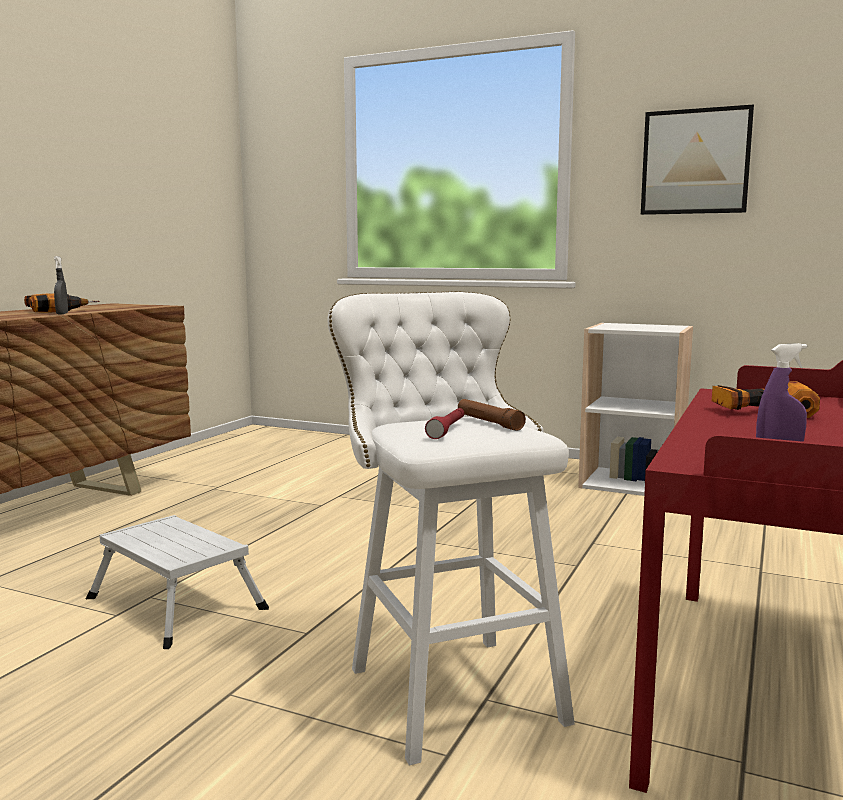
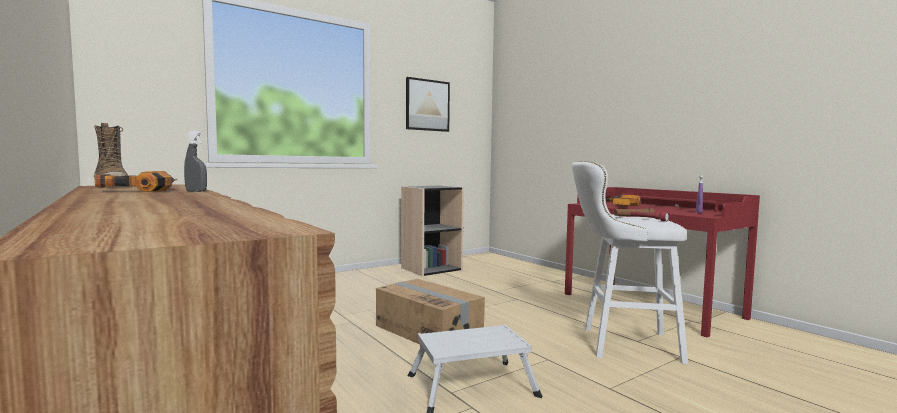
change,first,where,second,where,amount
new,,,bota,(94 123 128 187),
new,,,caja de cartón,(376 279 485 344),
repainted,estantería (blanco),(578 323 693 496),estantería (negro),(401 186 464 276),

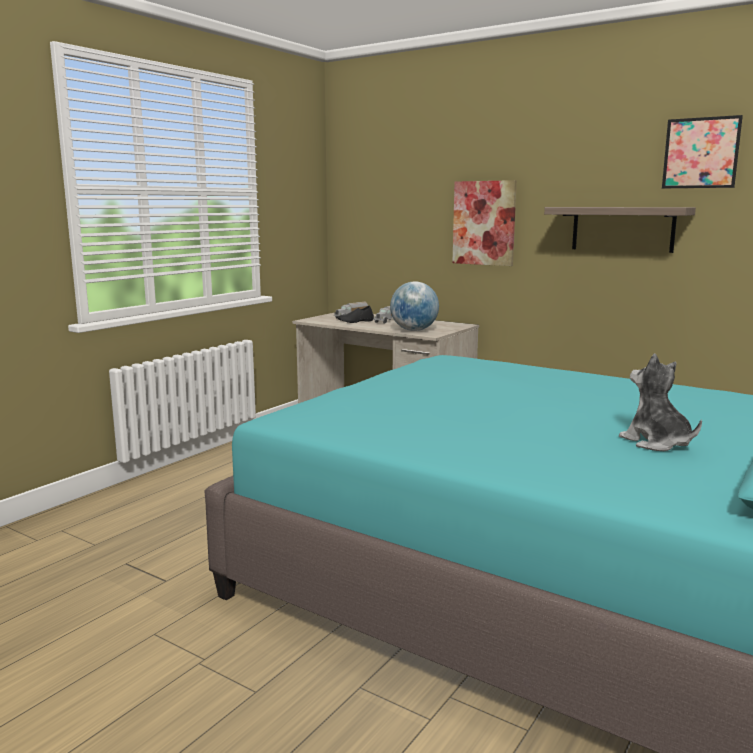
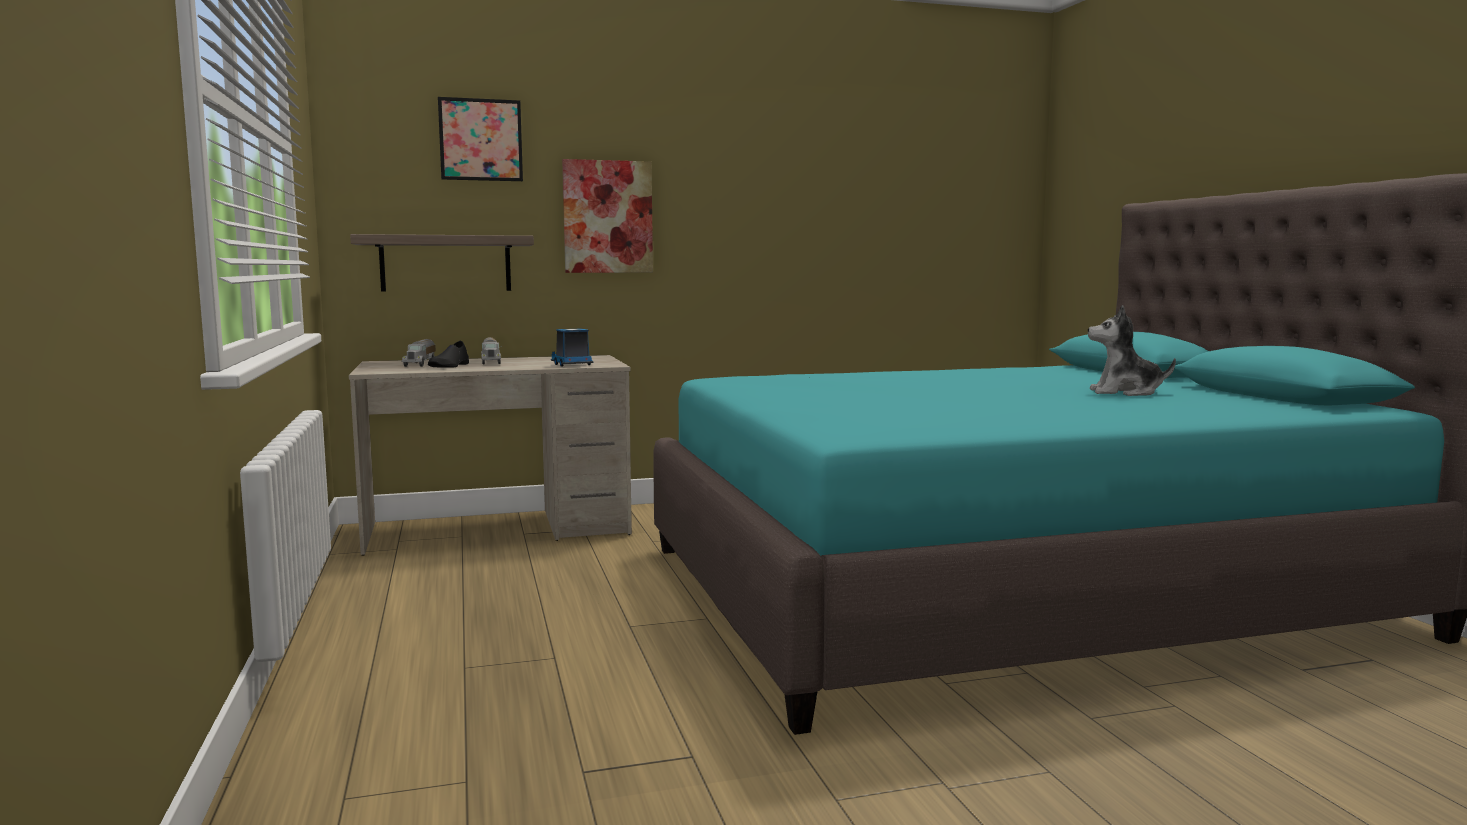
change,first,where,second,where,amount
shifted,estante,(544 207 696 253),,(350 234 534 292),
shifted,cuadro,(662 115 743 188),,(438 97 523 181),
swapped,globo terráqueo,(390 282 439 331),camión de juguete,(551 329 594 367),

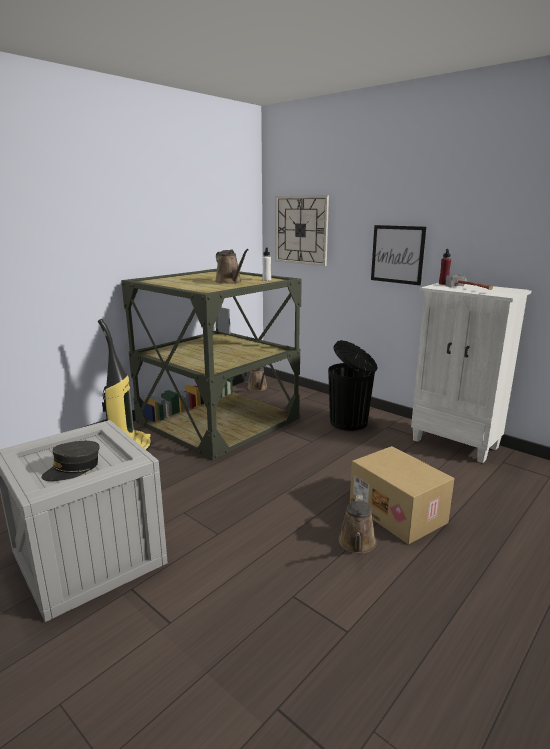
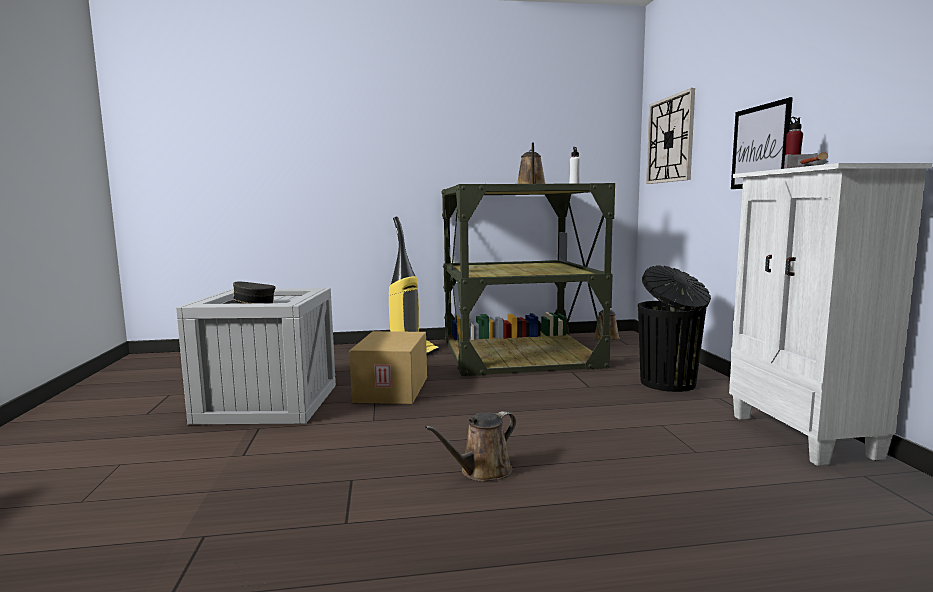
change,first,where,second,where,amount
shifted,caja de cartón,(350 446 454 545),,(349 331 427 404),

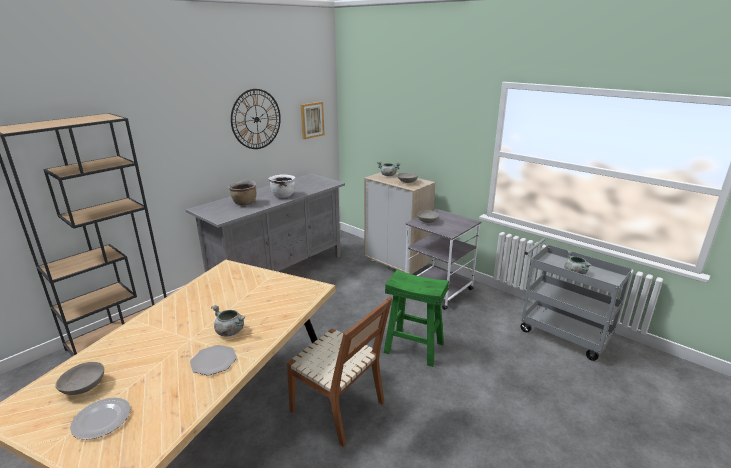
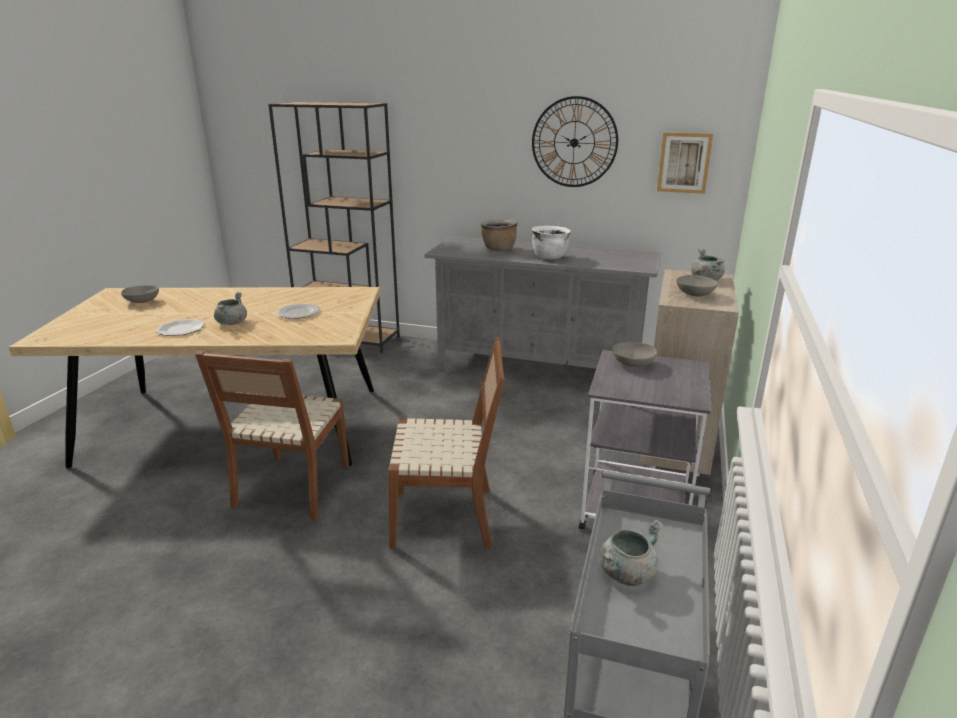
change,first,where,second,where,amount
shifted,plato,(70 397 131 440),,(277 304 320 319),
swapped,taburete (verde),(384 270 449 367),silla,(388 336 505 549),

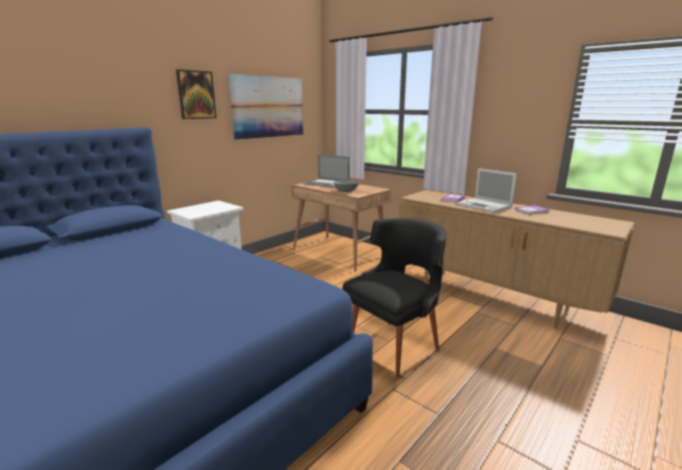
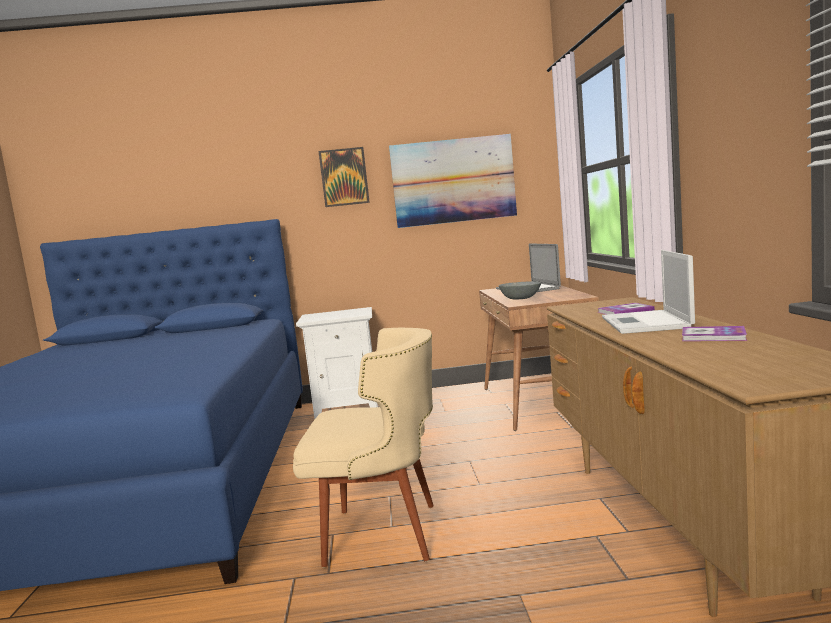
change,first,where,second,where,amount
repainted,silla (negro),(342 218 447 377),silla (beis),(293 328 434 568),

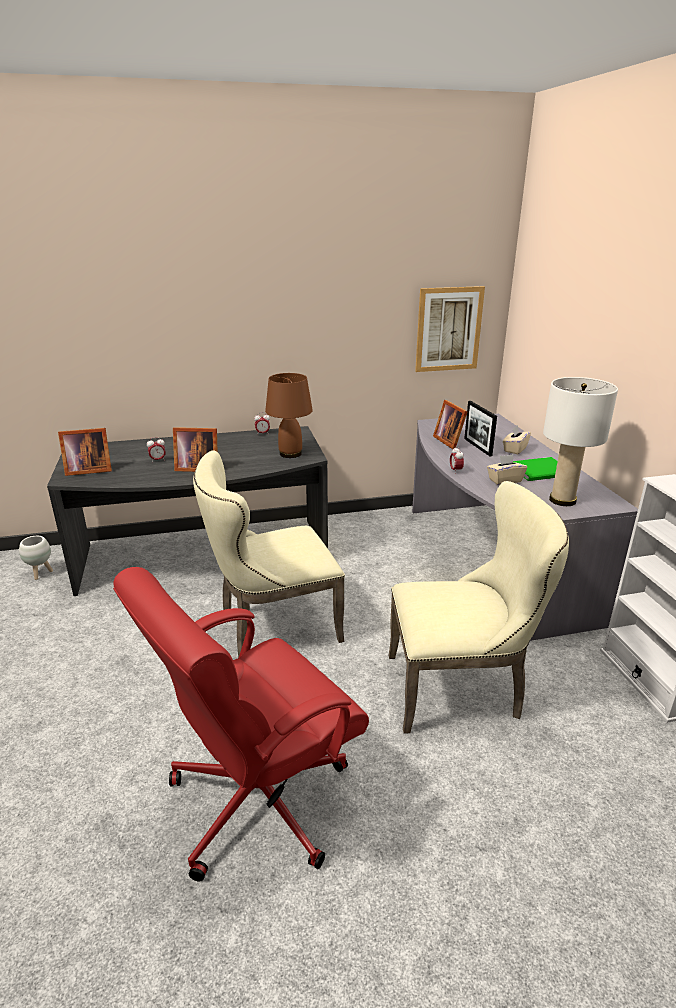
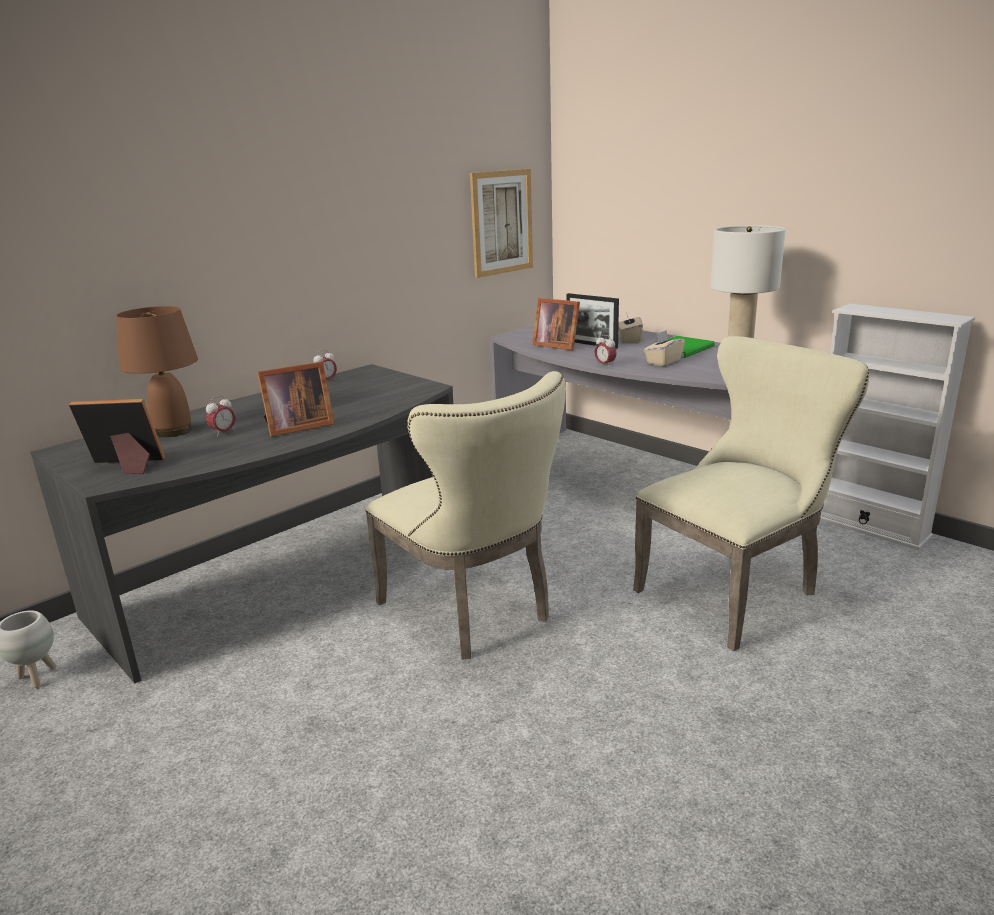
change,first,where,second,where,amount
gone,silla de oficina (rojo),(113 567 369 881),,,
shifted,lámpara de mesa (marrón),(265 373 313 458),,(116 306 198 437),
rotated,portarretratos,(58 428 112 476),,(69 399 165 474),135 degrees counterclockwise
rotated,silla (beis),(193 450 345 658),,(366 371 566 660),75 degrees counterclockwise

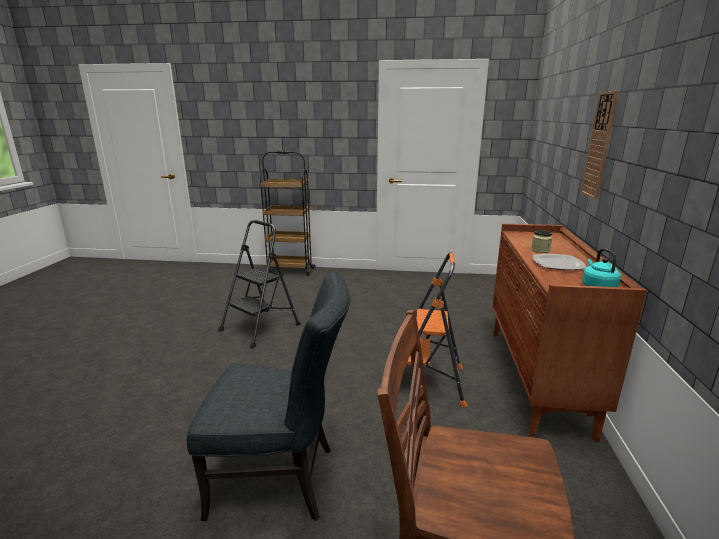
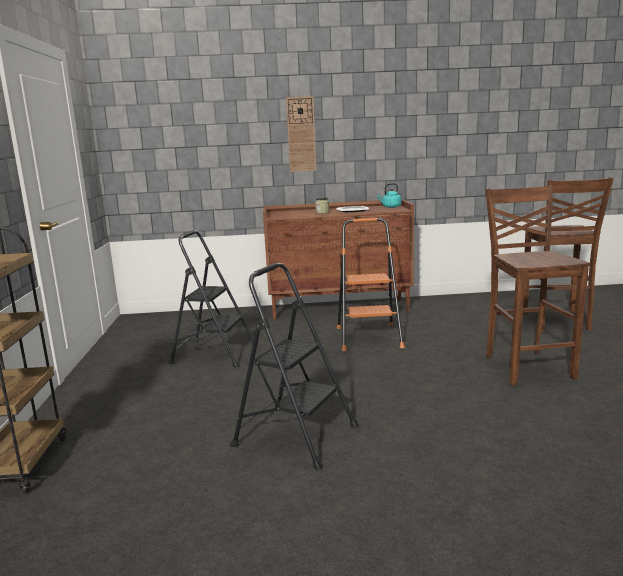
change,first,where,second,where,amount
new,,,escalera de tijera (negro),(168 230 258 368),
swapped,silla (gris),(187 273 351 521),taburete (marrón),(485 185 590 385),

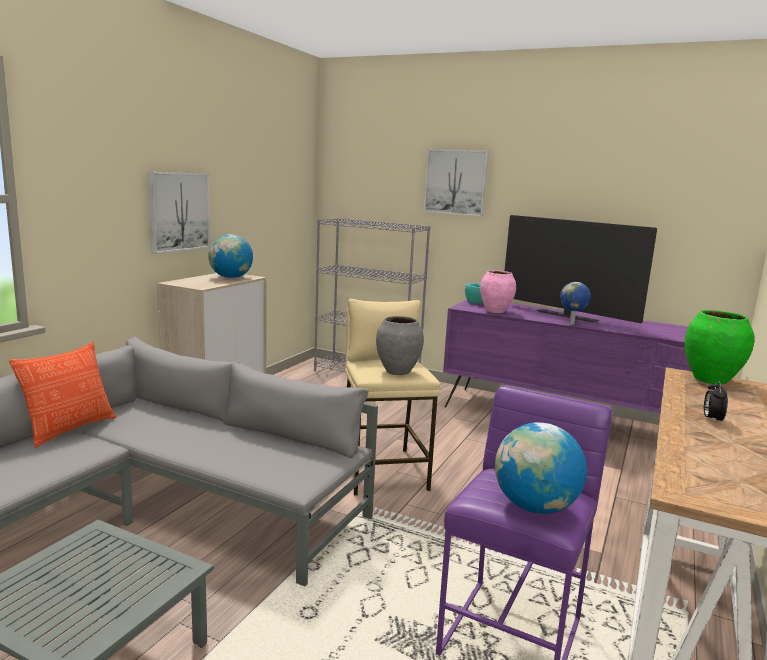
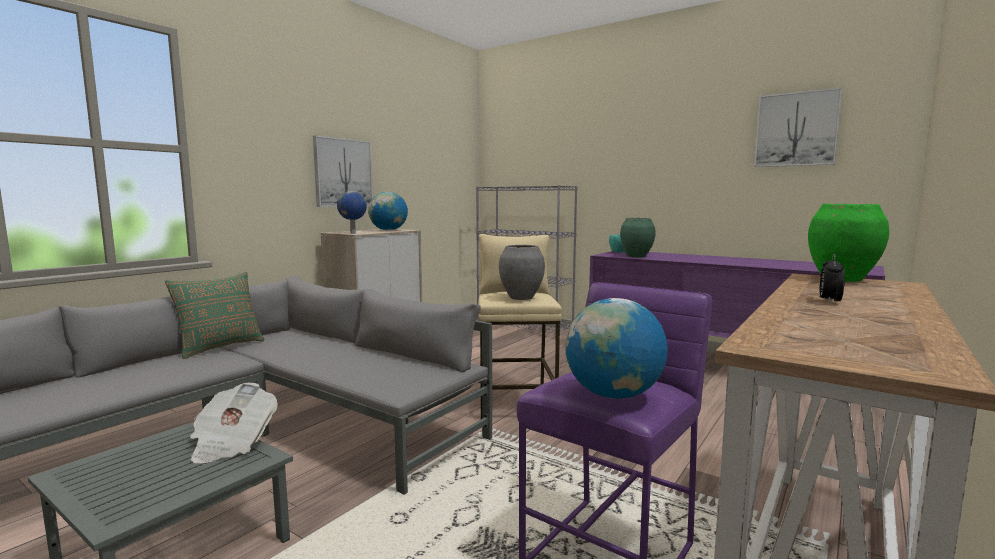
change,first,where,second,where,amount
gone,televisor,(505 215 657 323),,,
new,,,periódico,(190 383 278 463),
shifted,cuadro,(424 149 489 216),,(754 87 843 167),
shifted,globo terráqueo,(560 282 591 325),,(337 191 367 234),
repainted,cojín (naranja),(9 342 116 448),cojín (verde),(165 272 264 359),
repainted,florero (rosa),(480 270 516 313),florero (verde),(620 218 656 257),

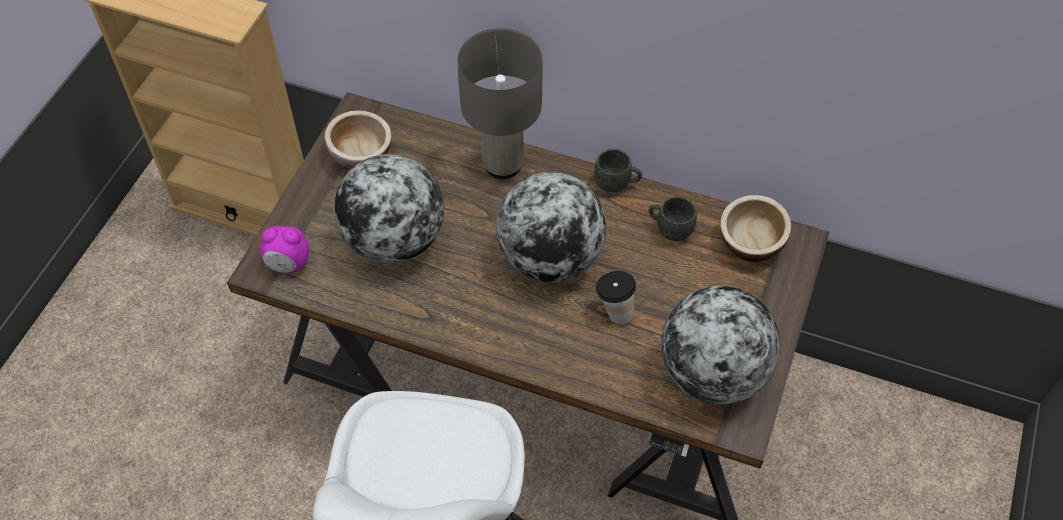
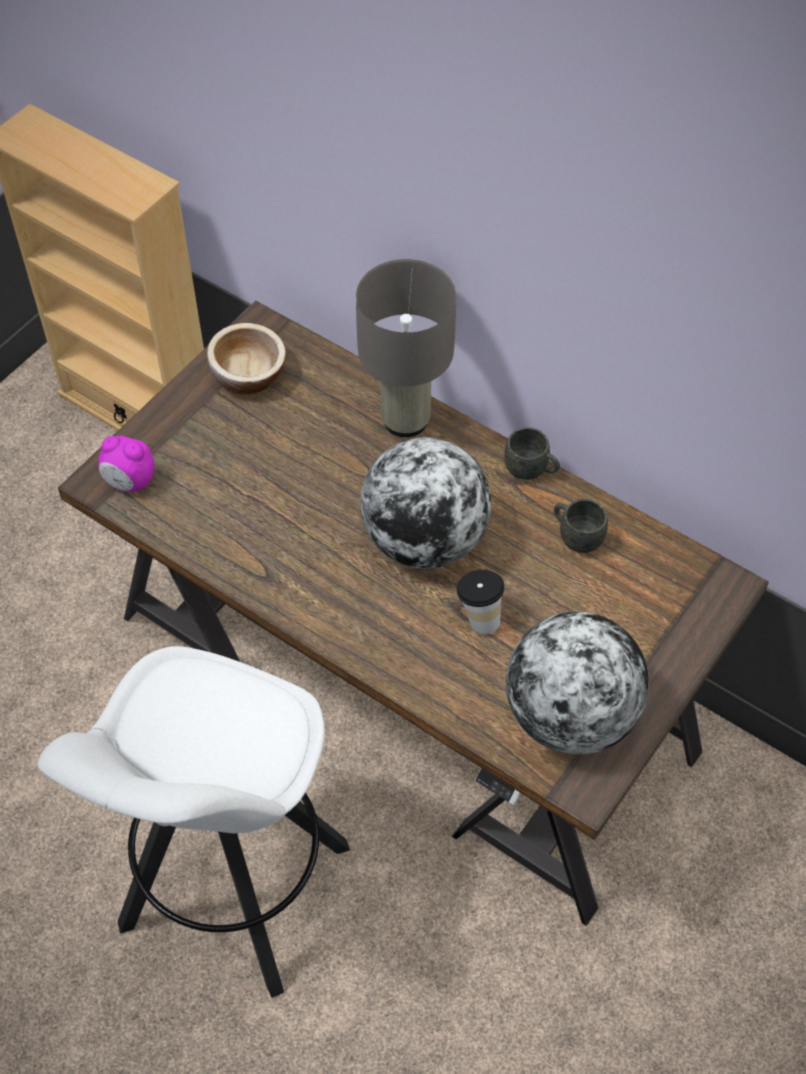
change,first,where,second,where,amount
gone,globo terráqueo,(334 154 444 264),,,
gone,cuenco,(720 195 791 262),,,

